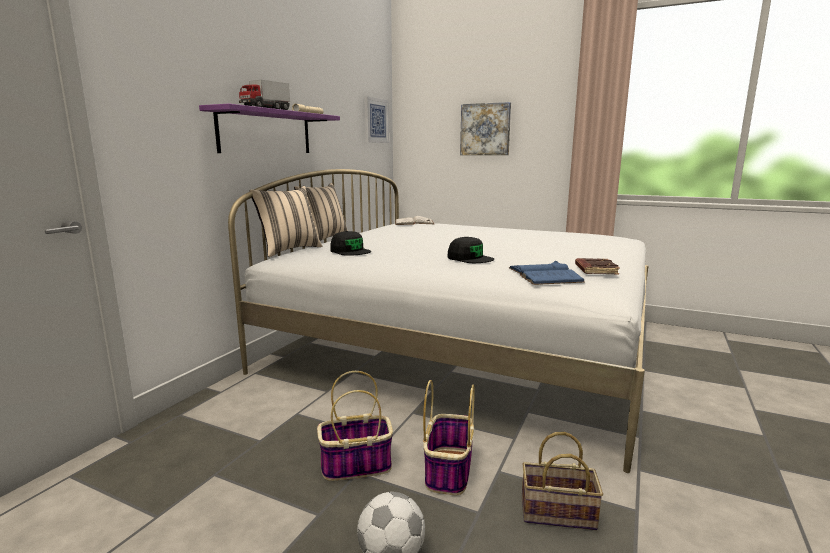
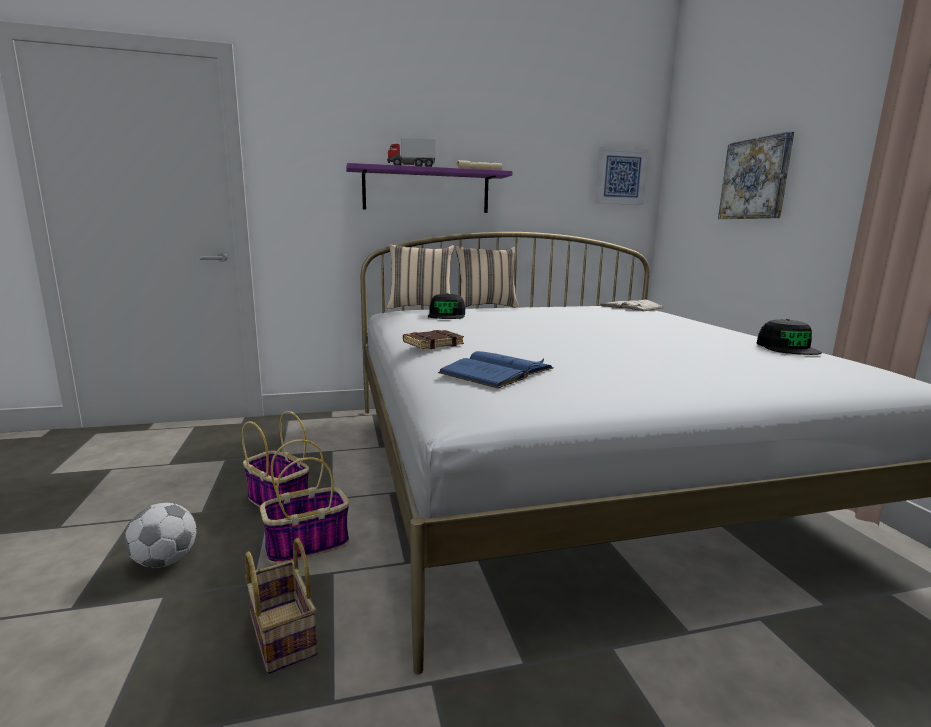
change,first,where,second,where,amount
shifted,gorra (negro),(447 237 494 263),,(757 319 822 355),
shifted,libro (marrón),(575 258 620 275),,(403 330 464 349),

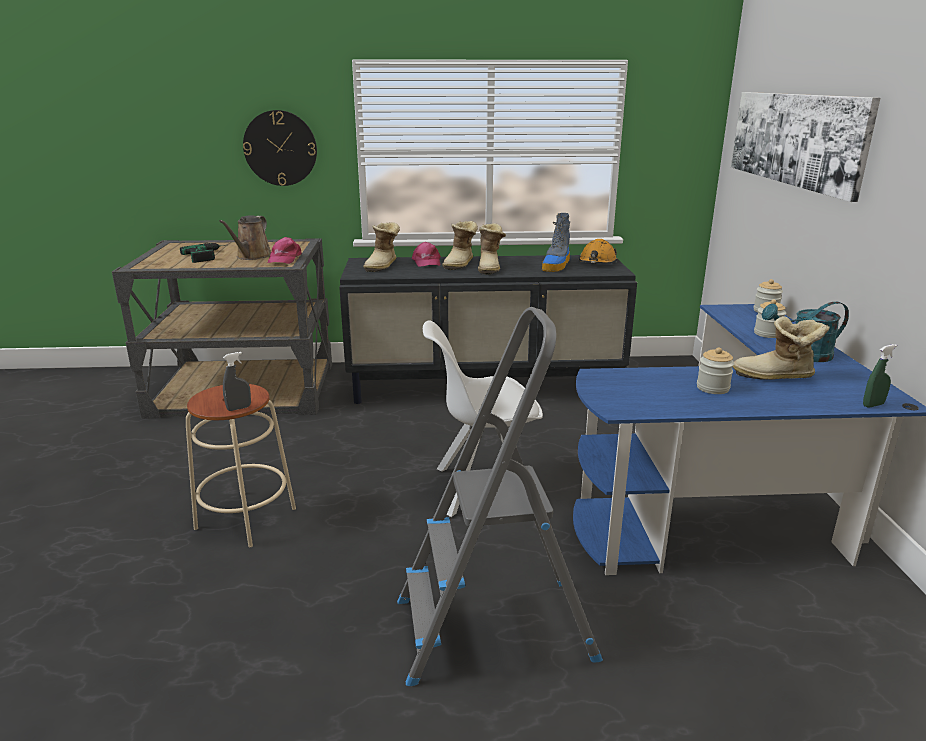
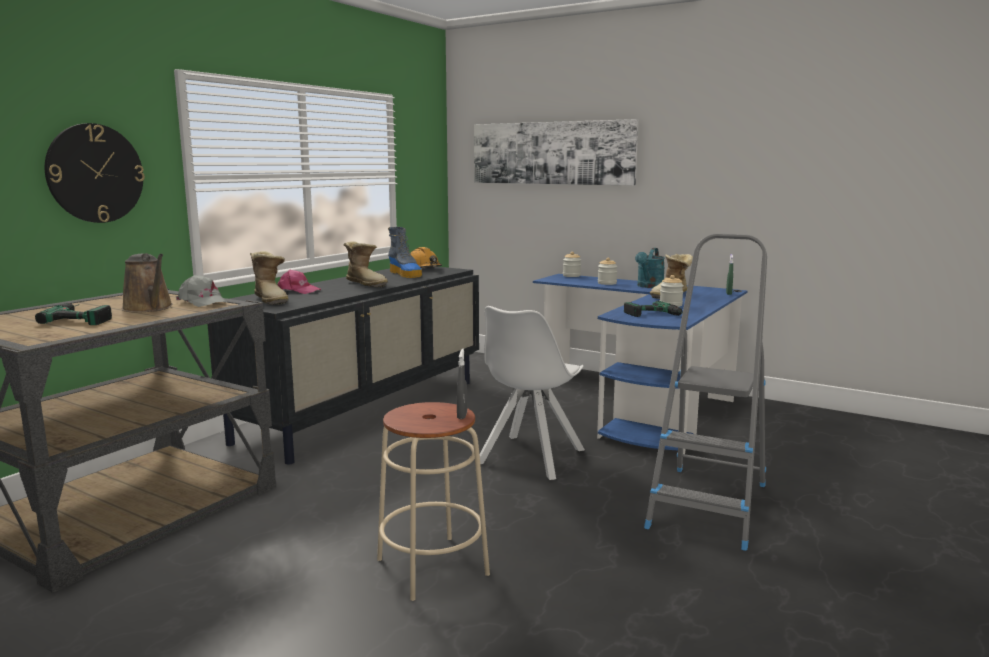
change,first,where,second,where,amount
gone,bota,(442 221 478 270),,,
new,,,taladro,(624 301 682 317),
repainted,gorra (rosa),(268 237 302 264),gorra (gris),(176 275 227 307),

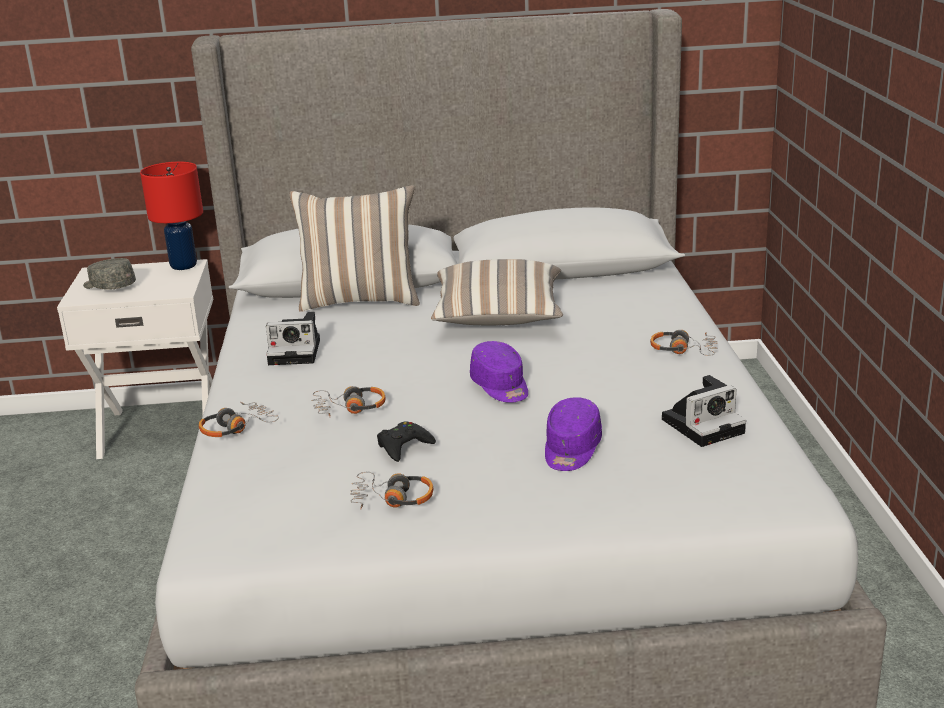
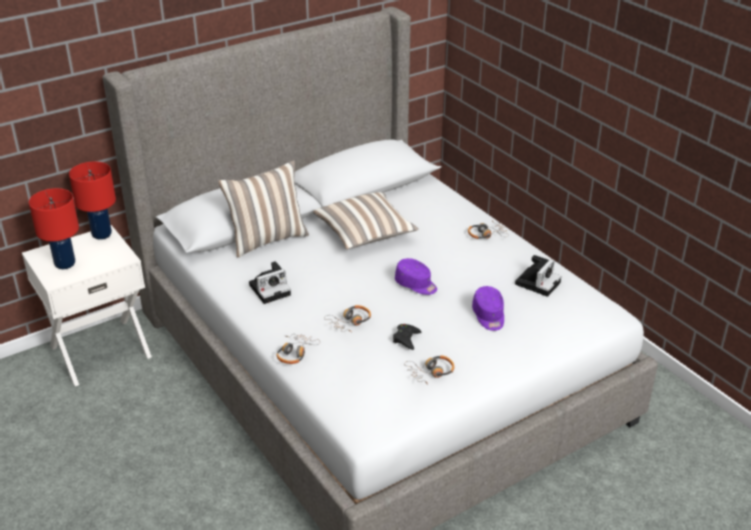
change,first,where,second,where,amount
swapped,gorra (gris),(83 258 136 290),lámpara de mesa (rojo),(29 188 79 269),

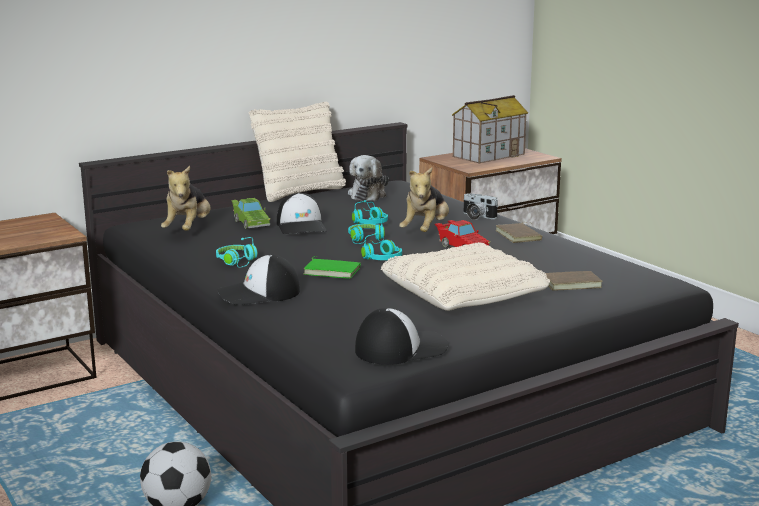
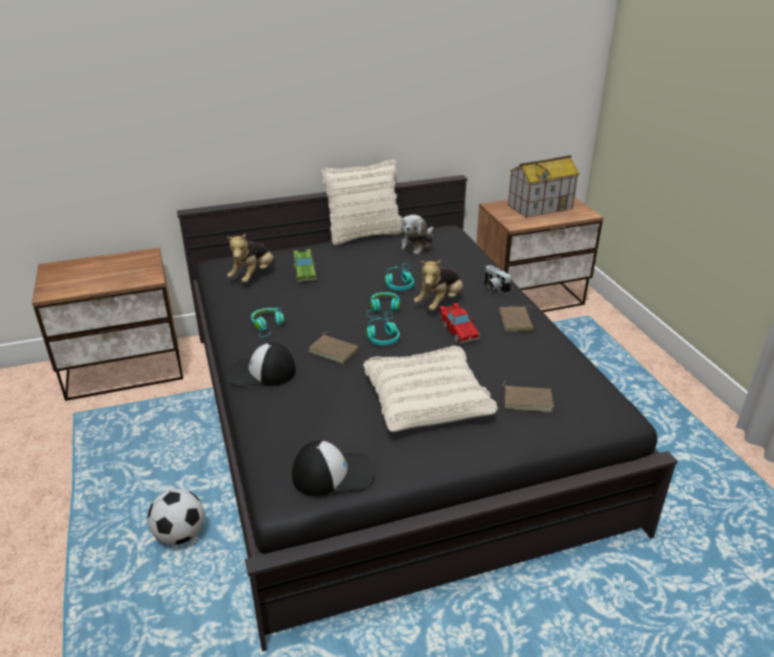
change,first,where,second,where,amount
gone,gorra,(277 193 327 234),,,
repainted,libro (verde),(303 256 361 279),libro (marrón),(308 331 359 364),

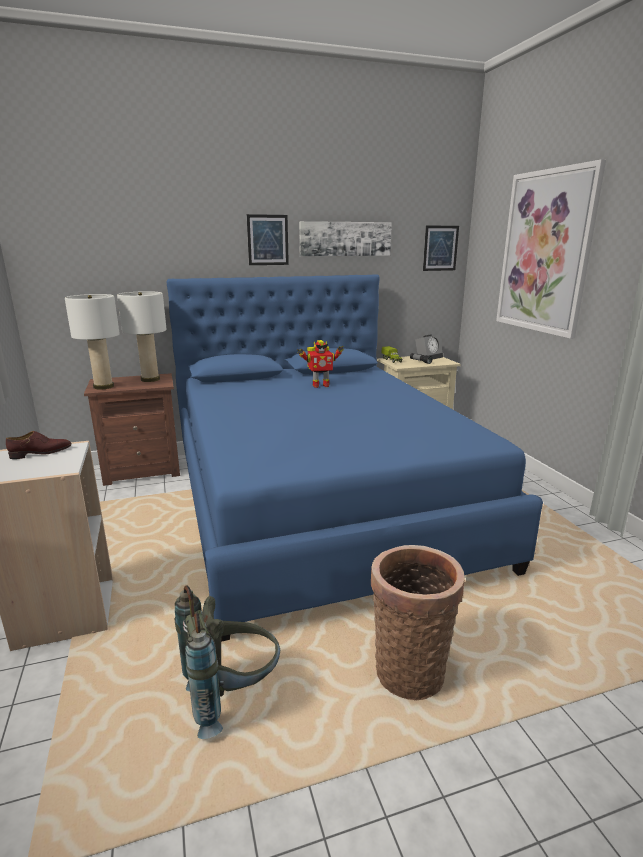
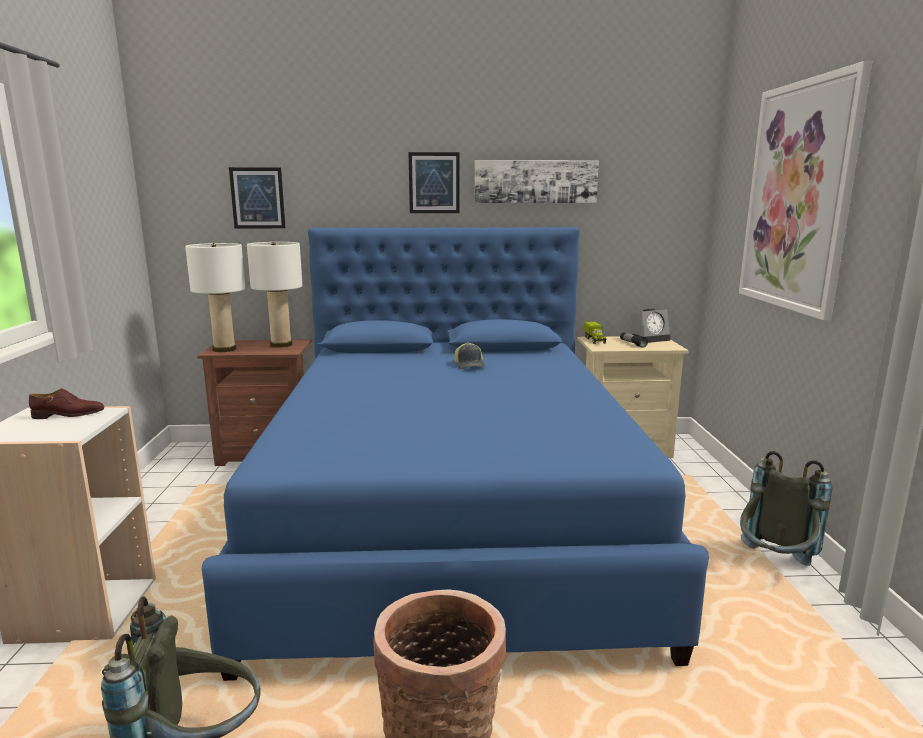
change,first,where,second,where,amount
new,,,mochila (gris),(740 451 833 566),
shifted,cuadro,(423 225 459 271),,(229 167 285 228),
swapped,robot de juguete,(297 340 344 388),gorra,(454 342 485 369),

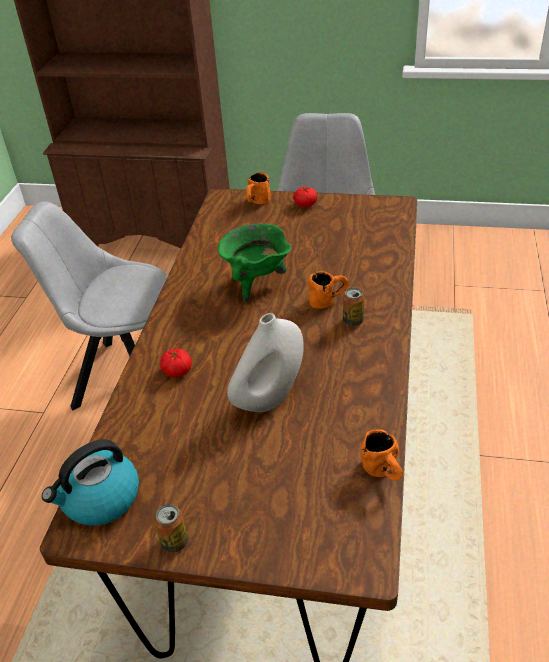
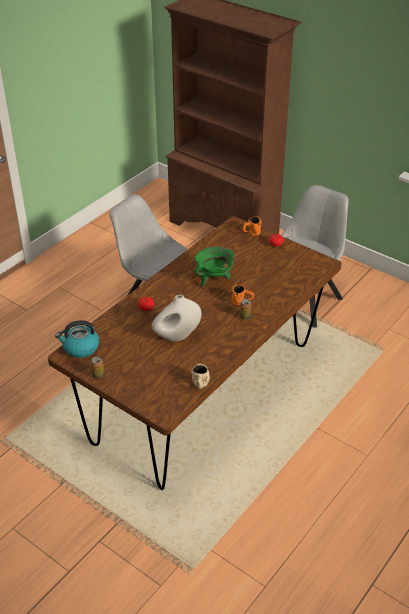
change,first,where,second,where,amount
repainted,taza grande (naranja),(361 429 403 481),taza grande (beis),(191 364 210 389),

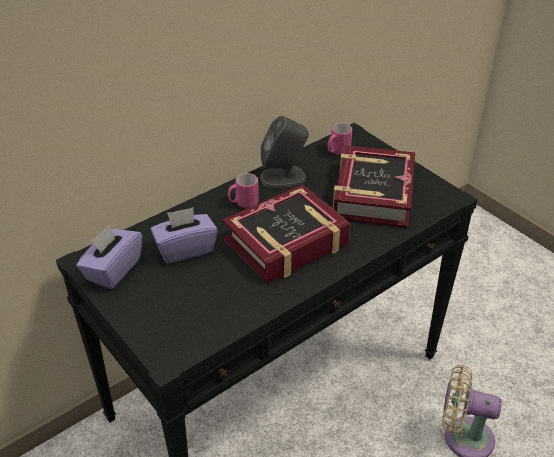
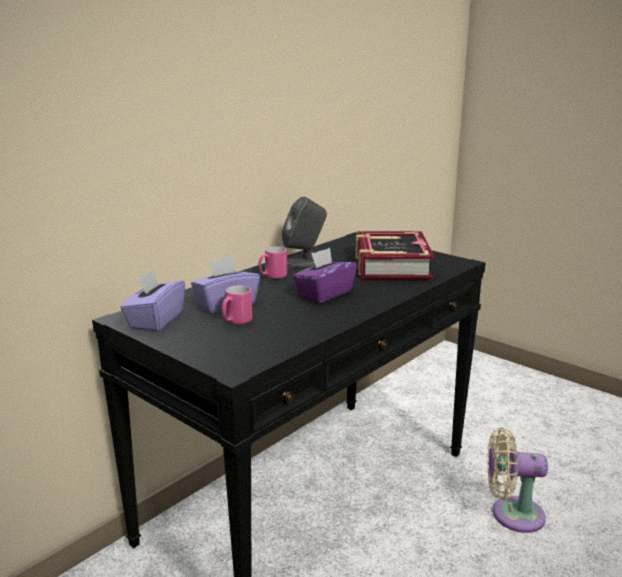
change,first,where,second,where,amount
shifted,taza grande (rosa),(328 123 352 155),,(222 285 252 324),
swapped,libro,(222 184 350 284),caja de pañuelos (morado),(293 248 357 303),

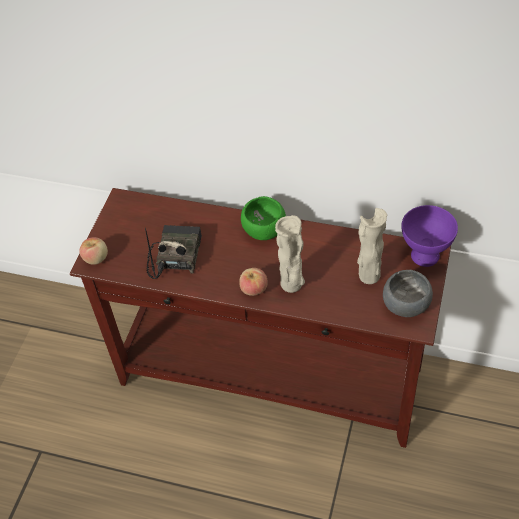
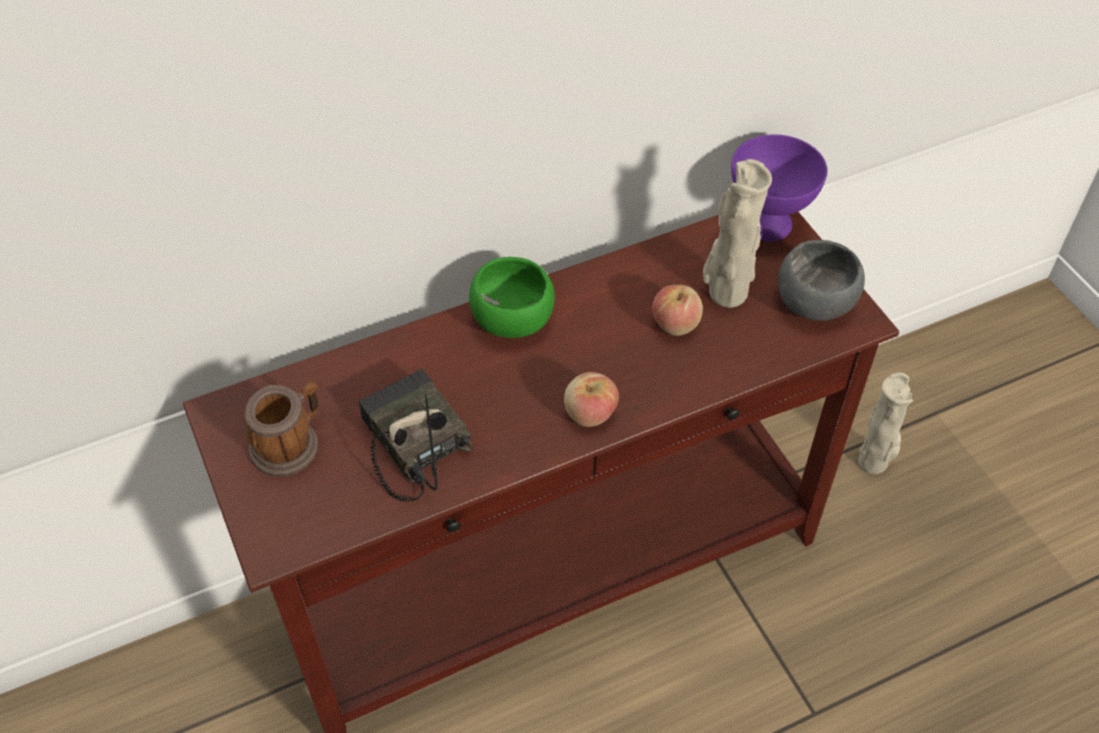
change,first,where,second,where,amount
new,,,taza grande,(244 382 318 477),
shifted,manzana,(79 237 108 265),,(652 285 703 336),
shifted,florero (beis),(275 215 305 293),,(858 372 913 474),

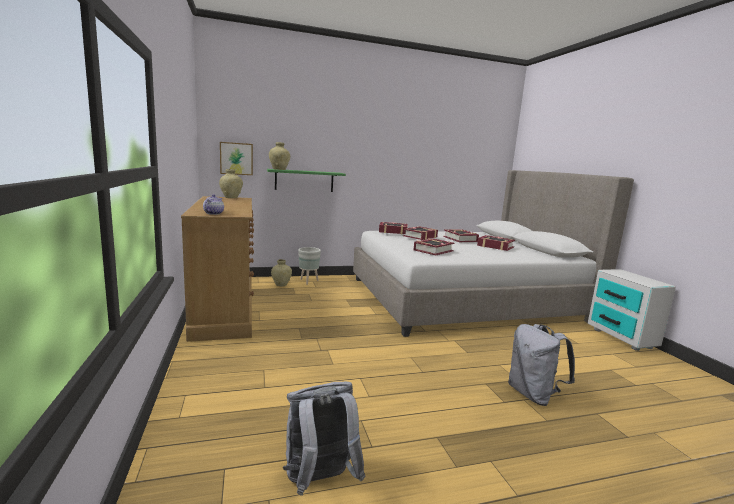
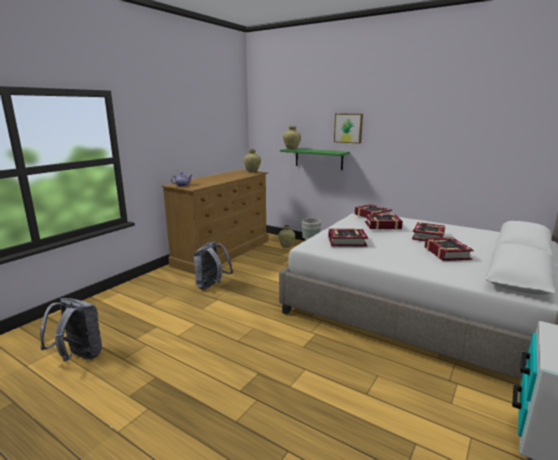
change,first,where,second,where,amount
shifted,cuadro,(220 142 253 175),,(334 114 363 144),
shifted,mochila (gris),(508 324 575 406),,(194 241 233 290),

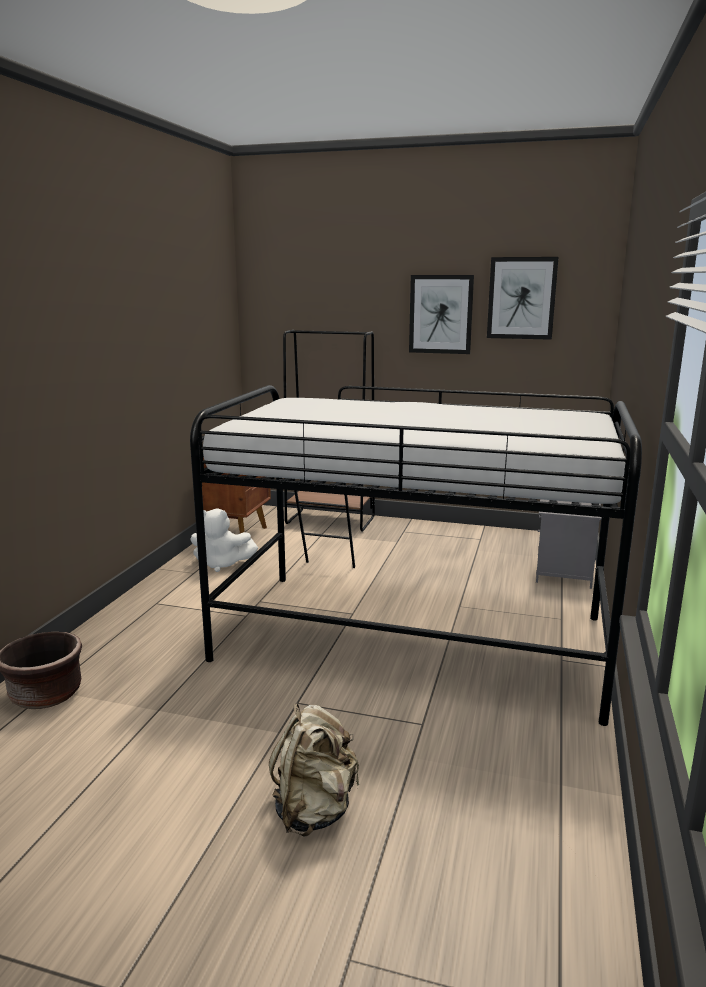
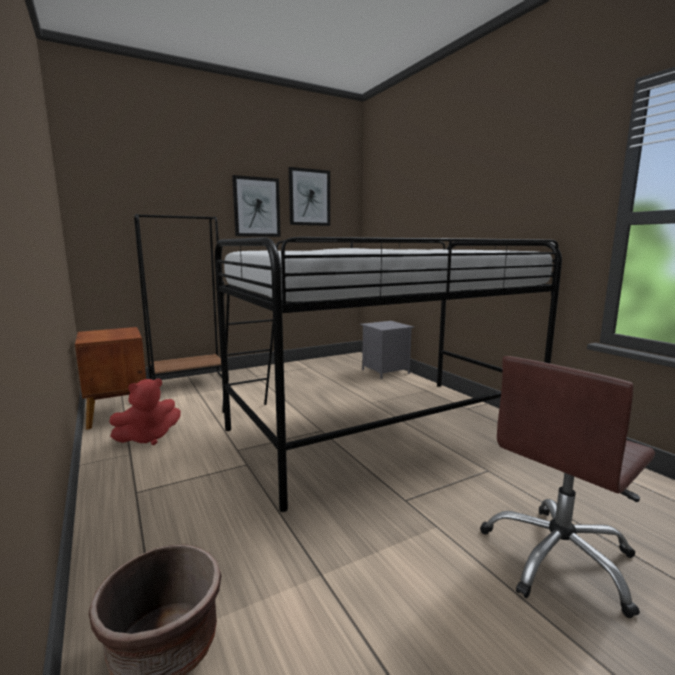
change,first,where,second,where,amount
swapped,mochila (beis),(269 703 359 837),silla de oficina (marrón),(480 356 655 618),
repainted,peluche (blanco),(190 509 258 572),peluche (rojo),(109 379 181 445),

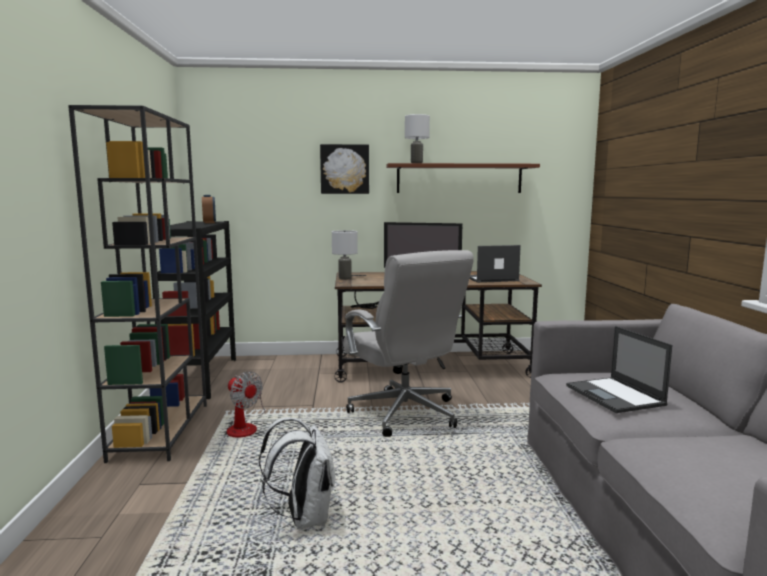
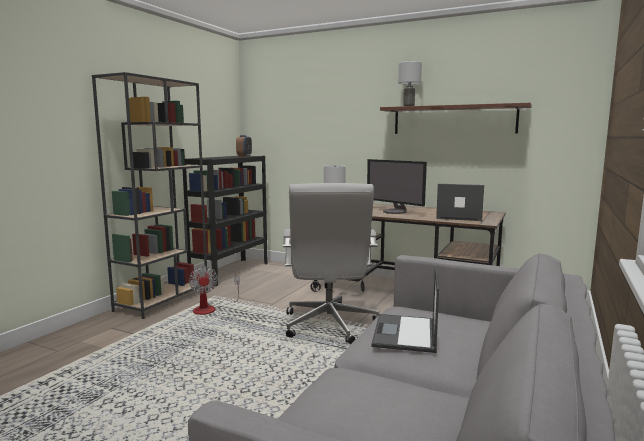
change,first,where,second,where,amount
gone,mochila (blanco),(259 417 335 529),,,
gone,cuadro,(320 144 369 194),,,

